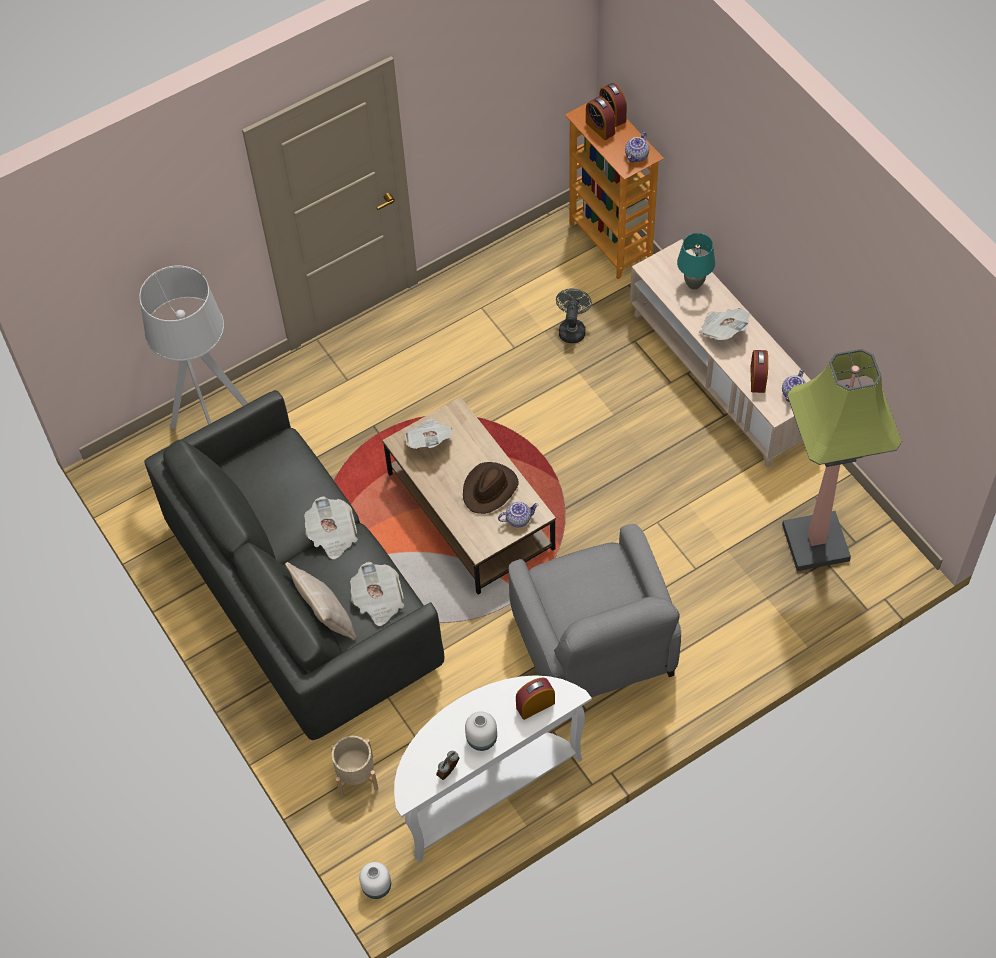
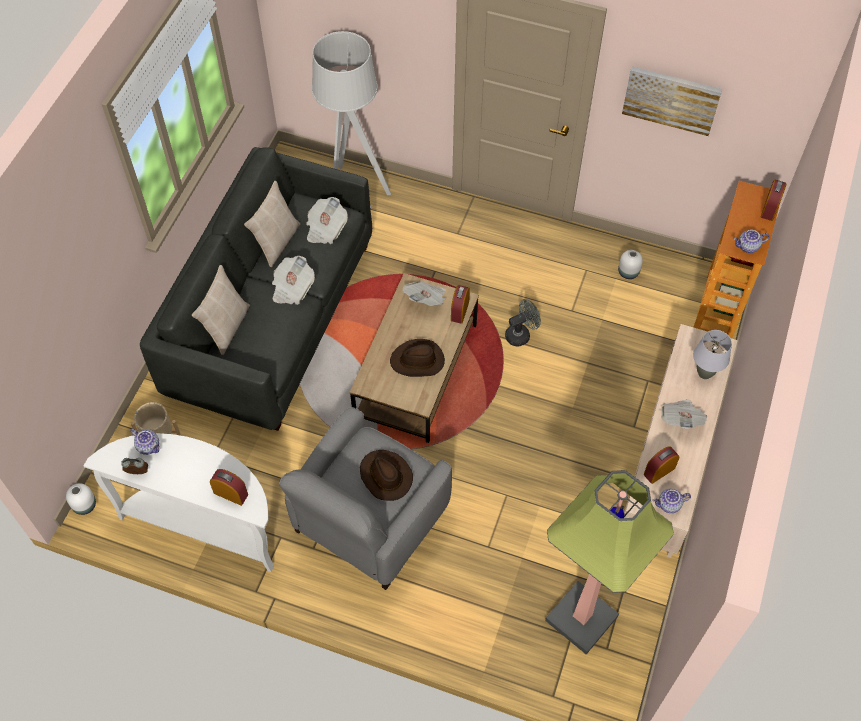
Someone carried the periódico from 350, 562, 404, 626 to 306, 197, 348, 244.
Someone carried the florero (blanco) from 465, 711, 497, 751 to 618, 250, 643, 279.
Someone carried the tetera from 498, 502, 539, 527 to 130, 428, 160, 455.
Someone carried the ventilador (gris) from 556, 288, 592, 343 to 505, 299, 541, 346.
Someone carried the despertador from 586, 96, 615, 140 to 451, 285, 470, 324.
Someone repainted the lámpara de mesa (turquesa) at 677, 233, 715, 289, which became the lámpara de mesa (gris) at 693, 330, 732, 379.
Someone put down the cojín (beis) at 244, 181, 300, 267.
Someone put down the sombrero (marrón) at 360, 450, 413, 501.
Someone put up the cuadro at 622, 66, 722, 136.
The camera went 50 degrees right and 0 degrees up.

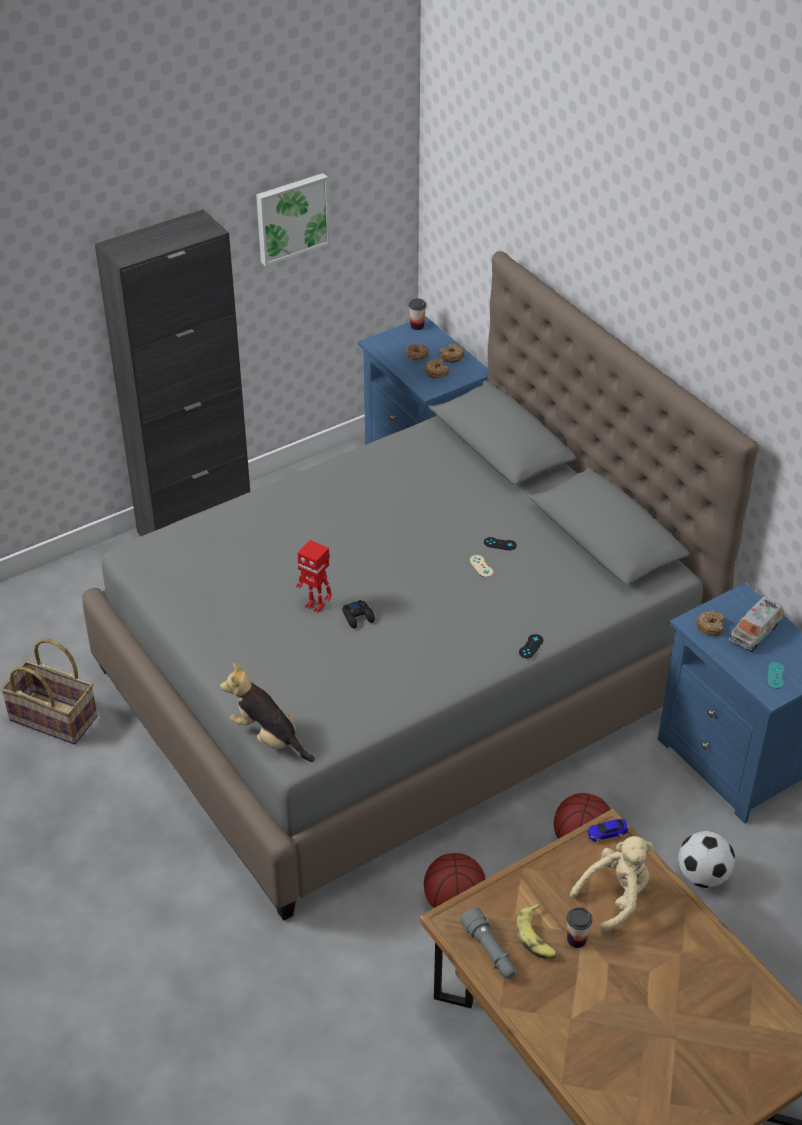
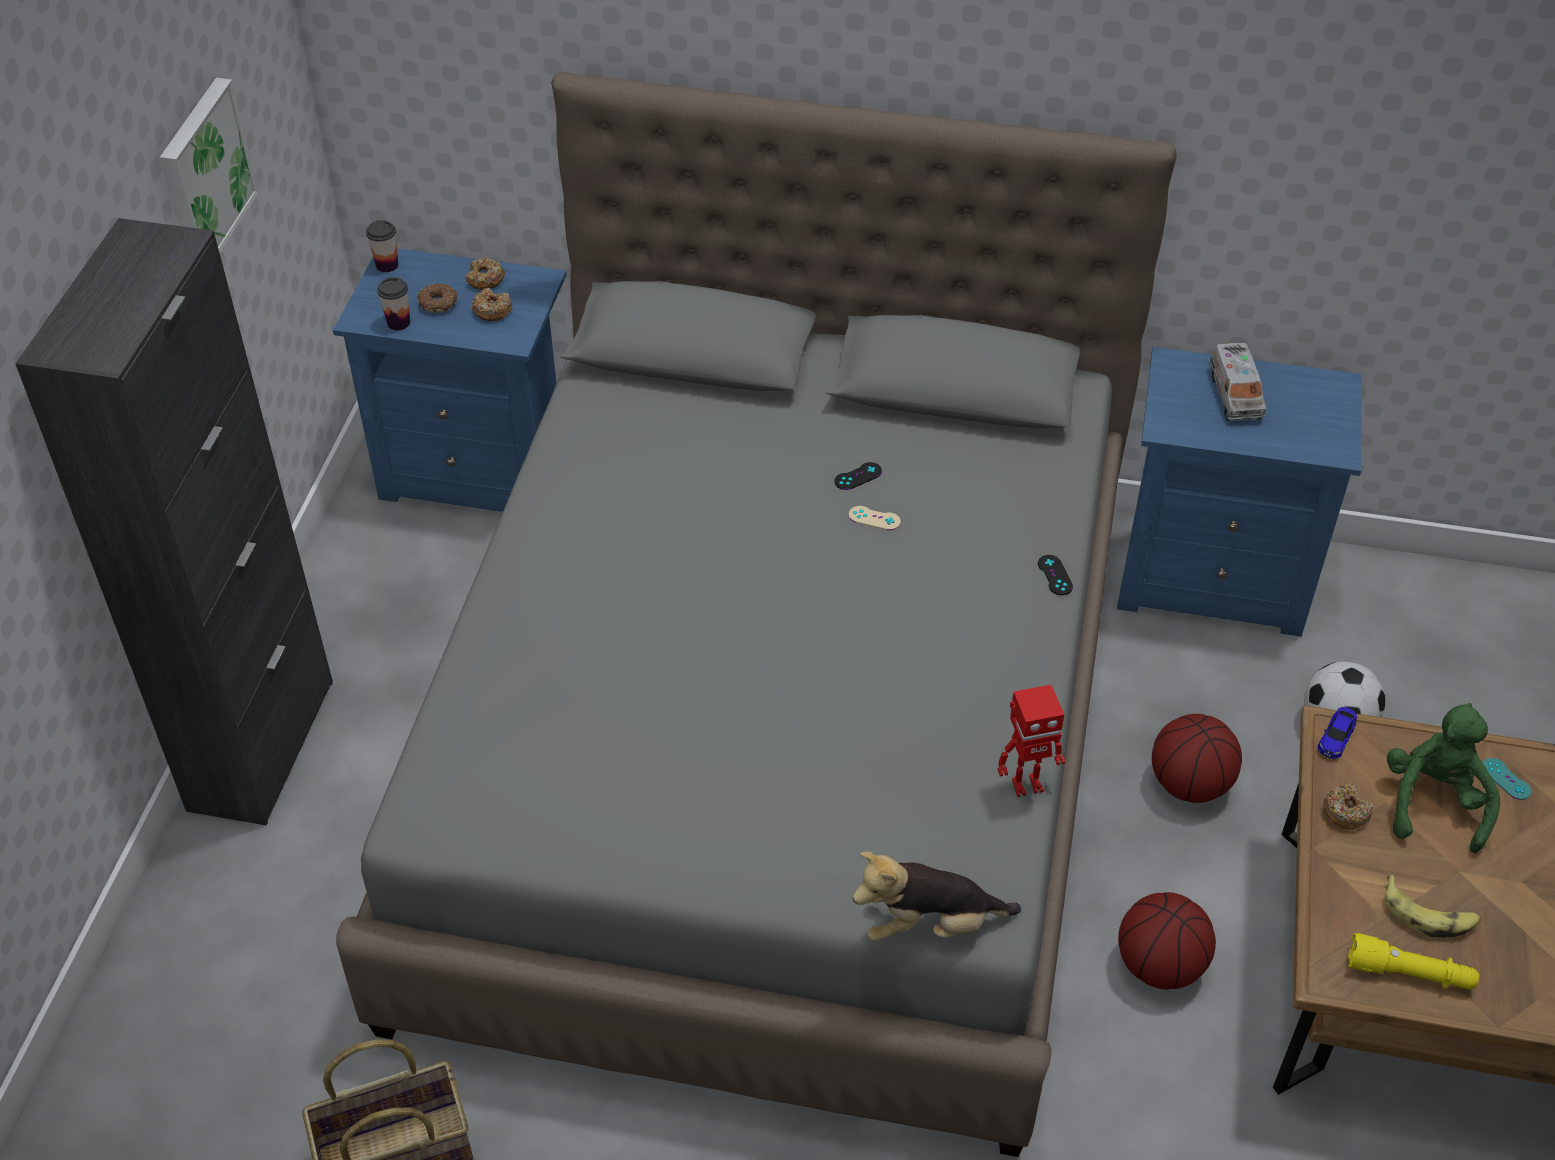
Someone carried the robot de juguete from 296, 540, 332, 613 to 998, 685, 1065, 797.
Someone took away the mando de consola (negro) at 342, 600, 375, 629.
Someone repainted the linterna (gris) at 460, 907, 516, 979, which became the linterna (amarillo) at 1348, 933, 1479, 989.
Someone carried the taza from 567, 907, 592, 948 to 377, 277, 410, 330.
Someone repainted the peluche (beis) at 570, 836, 653, 933, which became the peluche (verde) at 1387, 703, 1500, 853.
Someone carried the rosquilla from 696, 611, 725, 636 to 1323, 784, 1373, 830.
Someone carried the mando de consola (turquesa) from 768, 662, 784, 689 to 1483, 758, 1532, 800.
The camera went 45 degrees left and 5 degrees up.

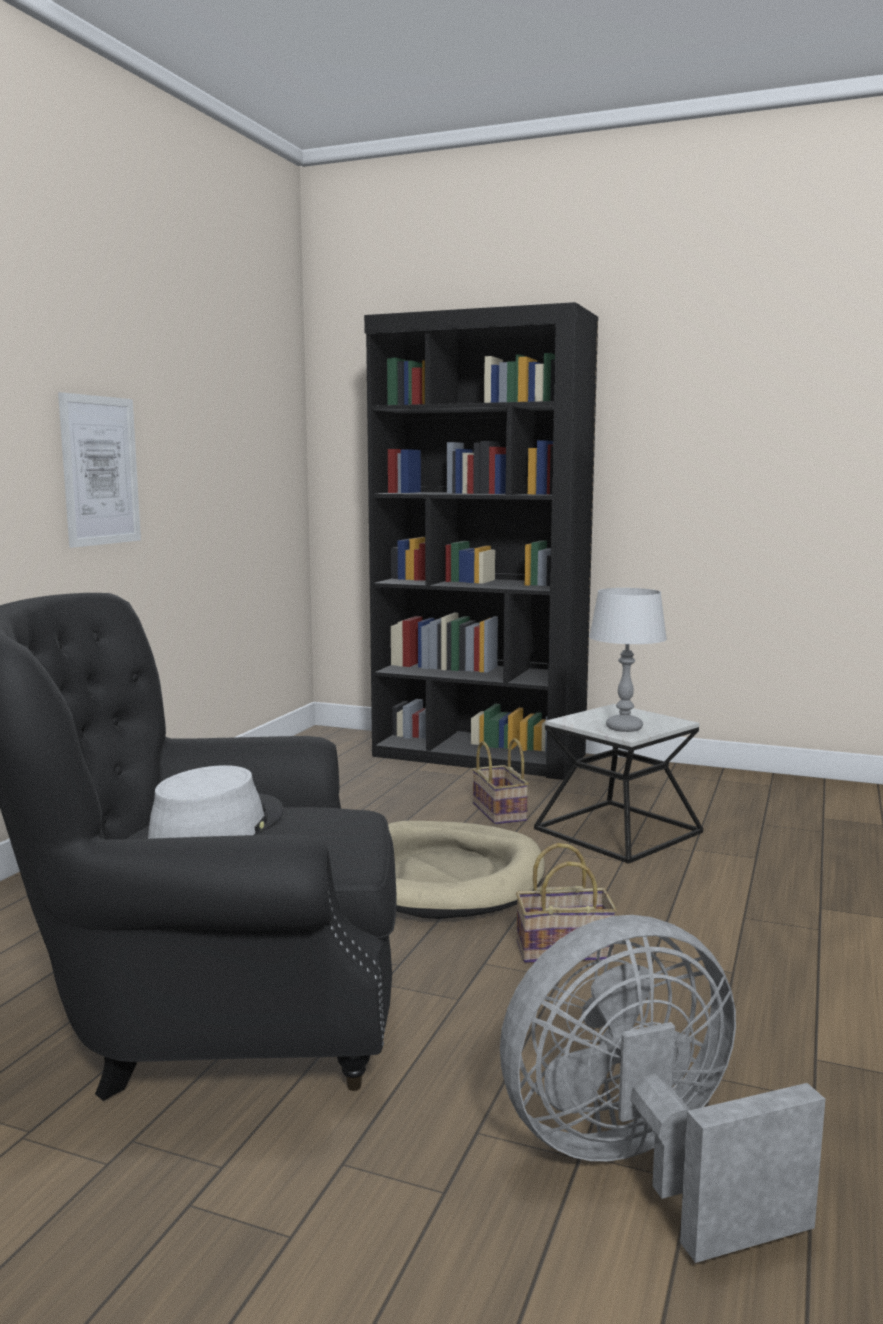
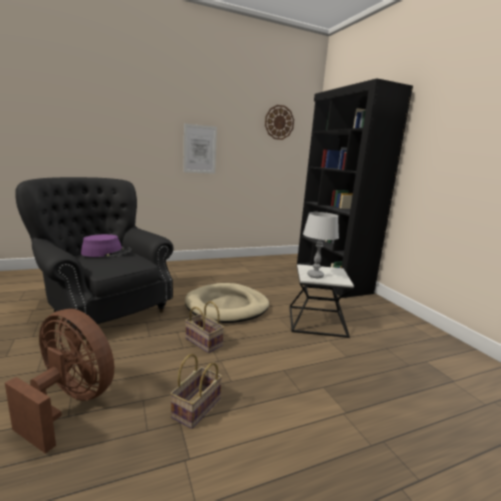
Someone repainted the sombrero (gris) at 148, 765, 283, 839, which became the sombrero (morado) at 81, 234, 132, 257.
Someone carried the cesta from 472, 738, 529, 824 to 170, 354, 222, 429.
Someone repainted the ventilador (gris) at 500, 915, 825, 1263, which became the ventilador (marrón) at 5, 309, 114, 454.
Someone put up the reloj de pared at 265, 105, 294, 140.
The camera went 45 degrees right and 5 degrees up.

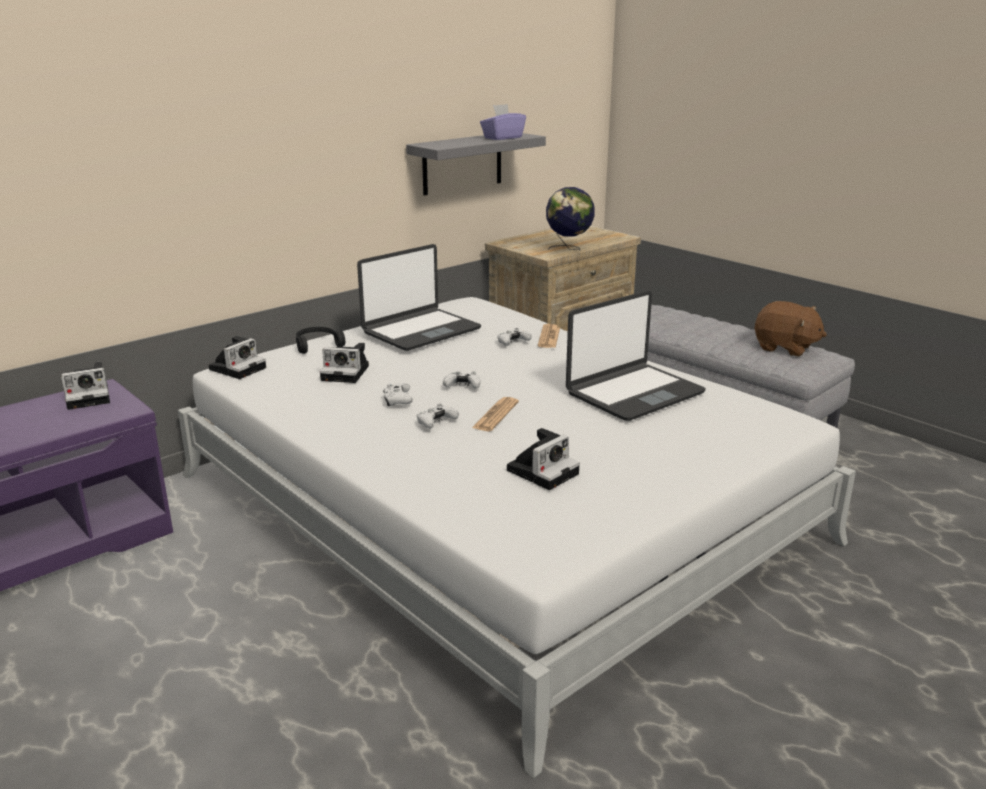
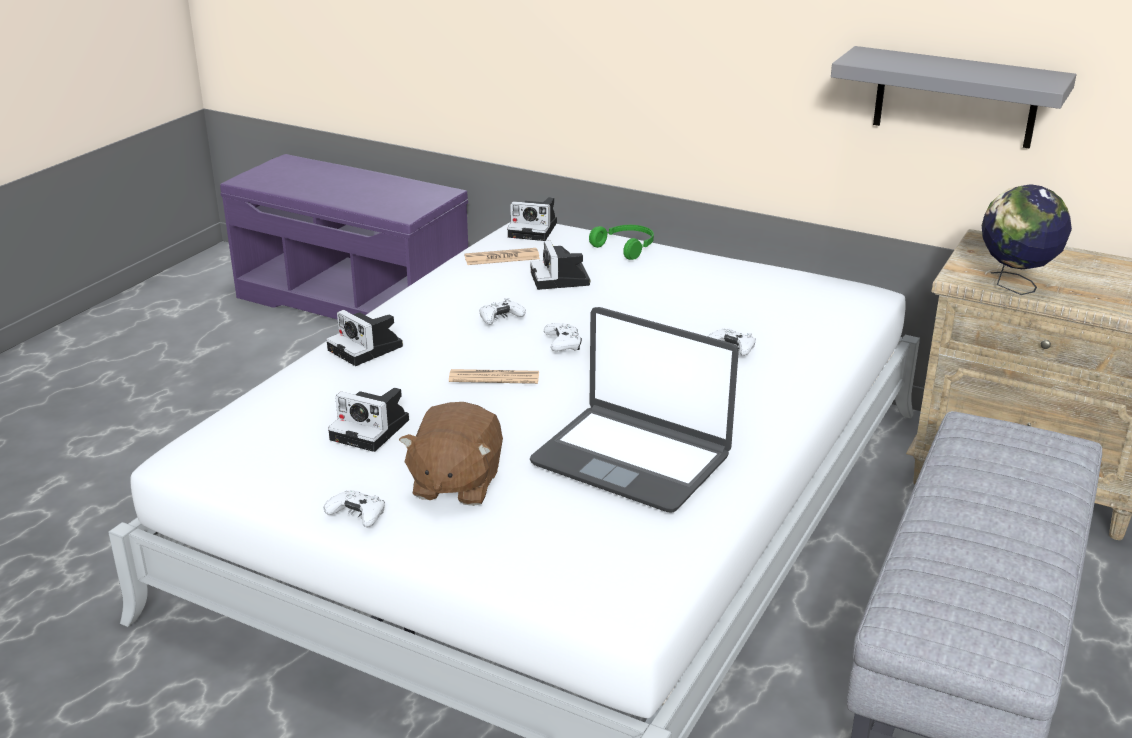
Someone carried the cámara from 61, 361, 110, 410 to 326, 310, 403, 366.
Someone repainted the auriculares (negro) at 296, 327, 345, 354, which became the auriculares (verde) at 589, 225, 654, 260.
Someone took away the portátil at 357, 244, 481, 351.
Someone carried the mando de consola (blanco) from 417, 403, 459, 428 to 324, 490, 385, 527.
Someone took away the caja de pañuelos (morado) at 480, 104, 526, 140.
Someone carried the periódico from 538, 324, 560, 348 to 464, 248, 540, 265.
Someone carried the peluche (marrón) from 755, 301, 827, 357 to 399, 402, 503, 506.
The camera went 70 degrees right and 5 degrees up.

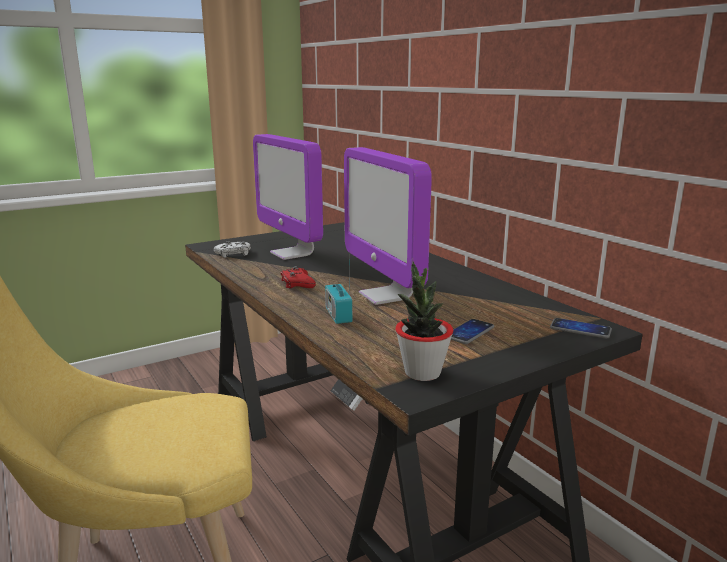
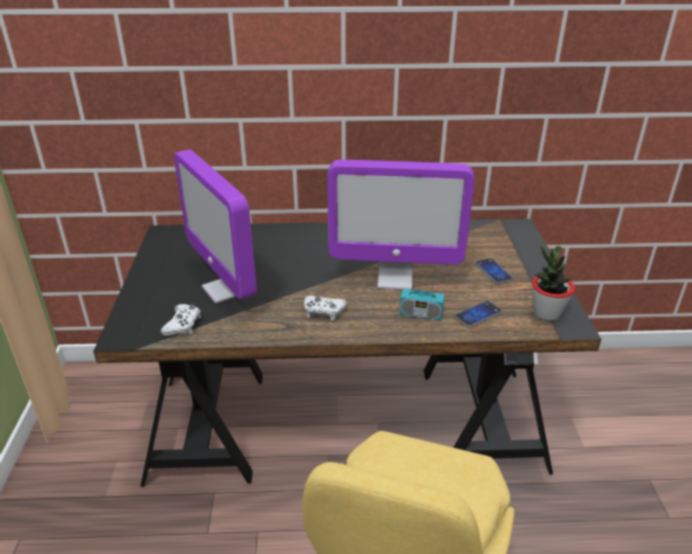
Someone rotated the monitor at 253, 134, 323, 260 by 60 degrees clockwise.
Someone repainted the mando de consola (rojo) at 281, 266, 316, 288, which became the mando de consola (blanco) at 304, 295, 347, 321.
Someone carried the móvil from 550, 318, 612, 338 to 454, 301, 502, 328.
The camera went 60 degrees left and 15 degrees up.

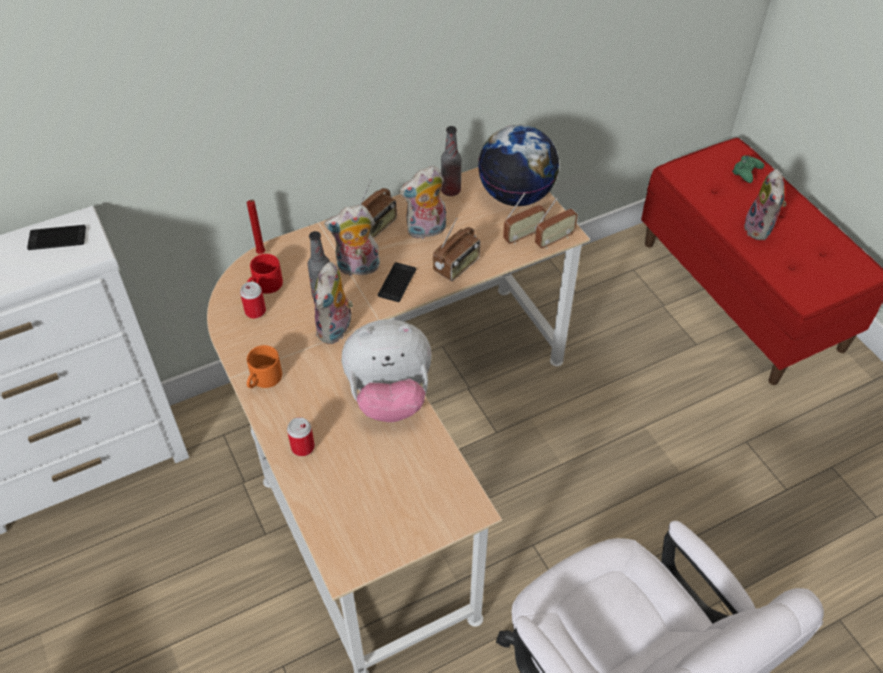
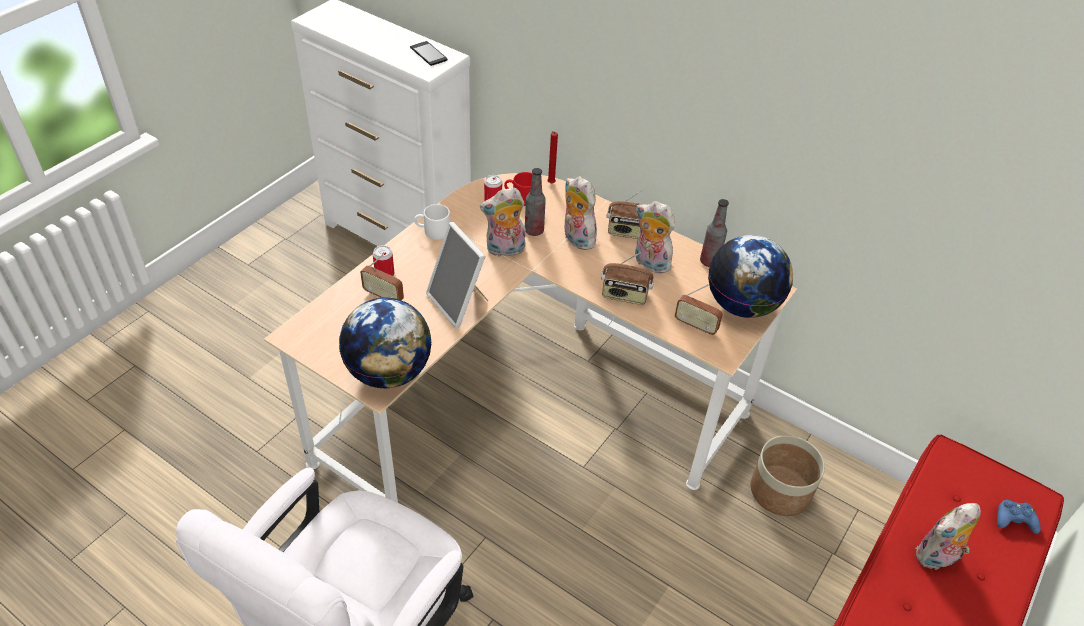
Someone repainted the taza grande (naranja) at 247, 345, 282, 388, which became the taza grande (blanco) at 414, 204, 450, 240.
Someone swapped the peluche at 342, 319, 431, 422 for the portarretratos at 426, 222, 488, 328.
Someone took away the móvil at 378, 262, 416, 302.
Someone carried the radio from 535, 197, 578, 249 to 360, 254, 404, 301.
Someone repainted the mando de consola (verde) at 732, 155, 764, 183, which became the mando de consola (azul) at 997, 500, 1041, 534.
Someone put down the globo terráqueo at 339, 297, 432, 388.
Someone put down the maceta at 751, 435, 825, 516.
The camera went 60 degrees right and 5 degrees down.

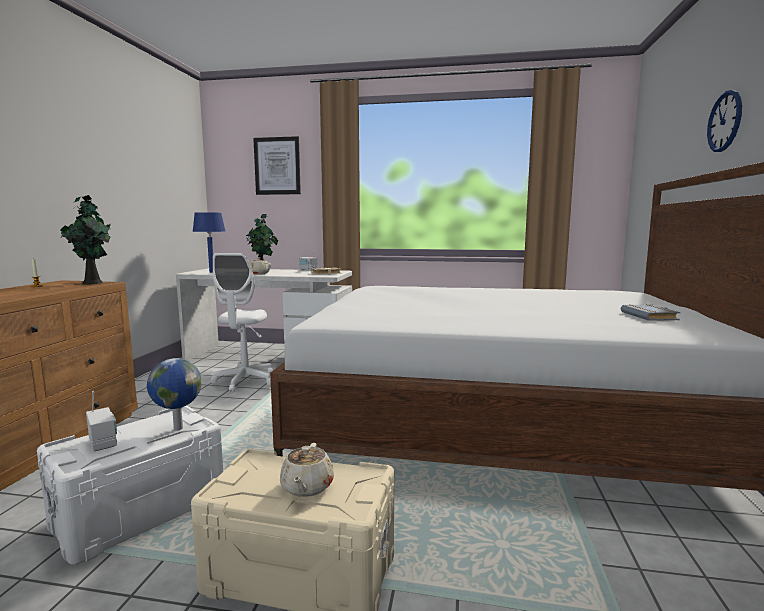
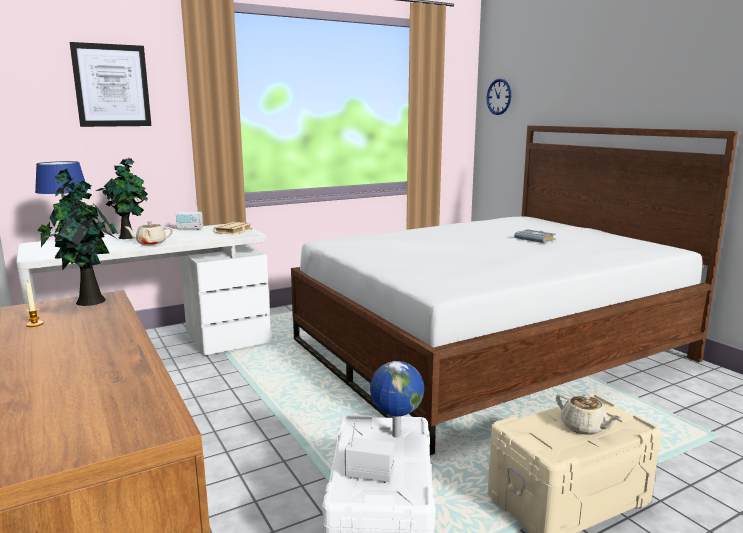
Someone took away the silla de oficina (blanco) at 211, 253, 273, 392.
Someone carried the libro (gris) from 621, 304, 681, 321 to 514, 229, 556, 243.
Someone carried the reloj de pared from 707, 90, 742, 152 to 487, 79, 511, 115.
The camera went 40 degrees left and 5 degrees up.

